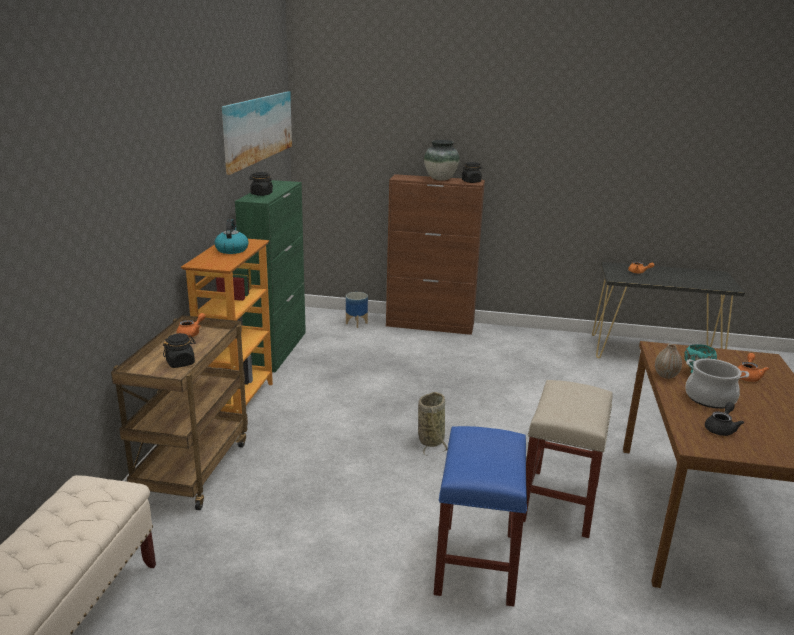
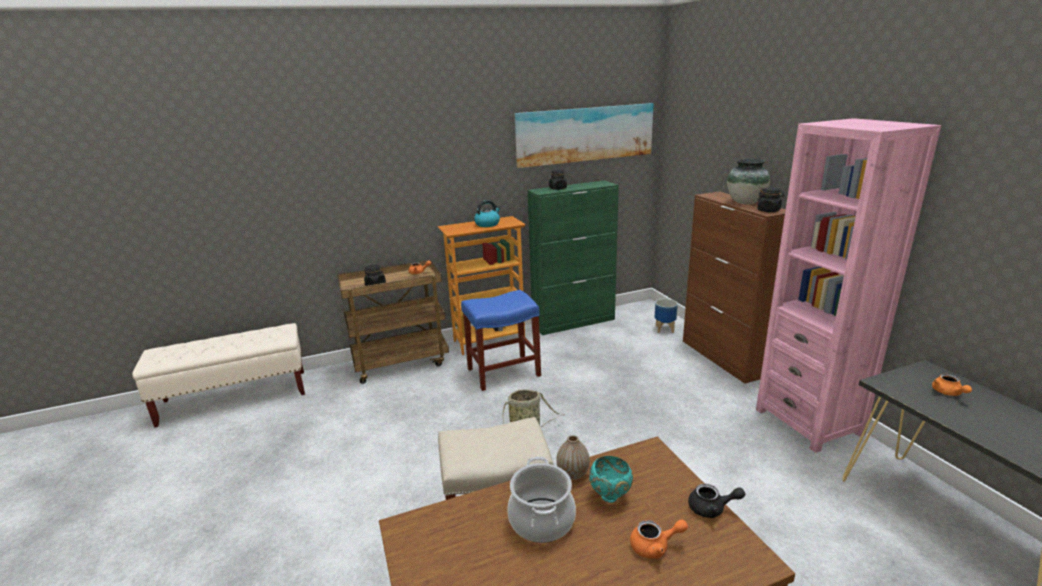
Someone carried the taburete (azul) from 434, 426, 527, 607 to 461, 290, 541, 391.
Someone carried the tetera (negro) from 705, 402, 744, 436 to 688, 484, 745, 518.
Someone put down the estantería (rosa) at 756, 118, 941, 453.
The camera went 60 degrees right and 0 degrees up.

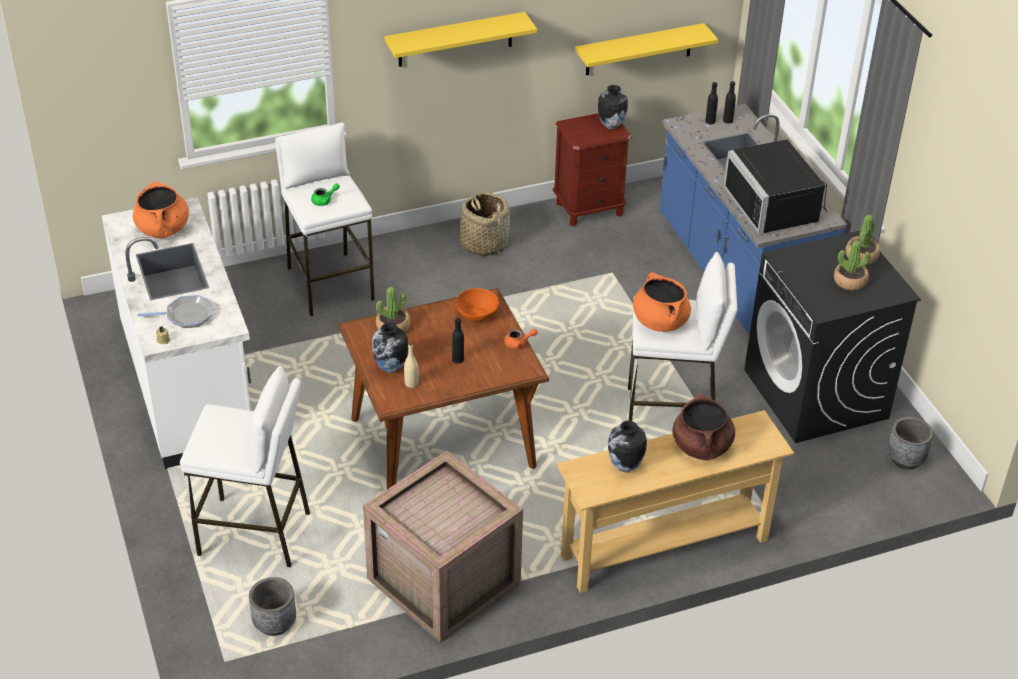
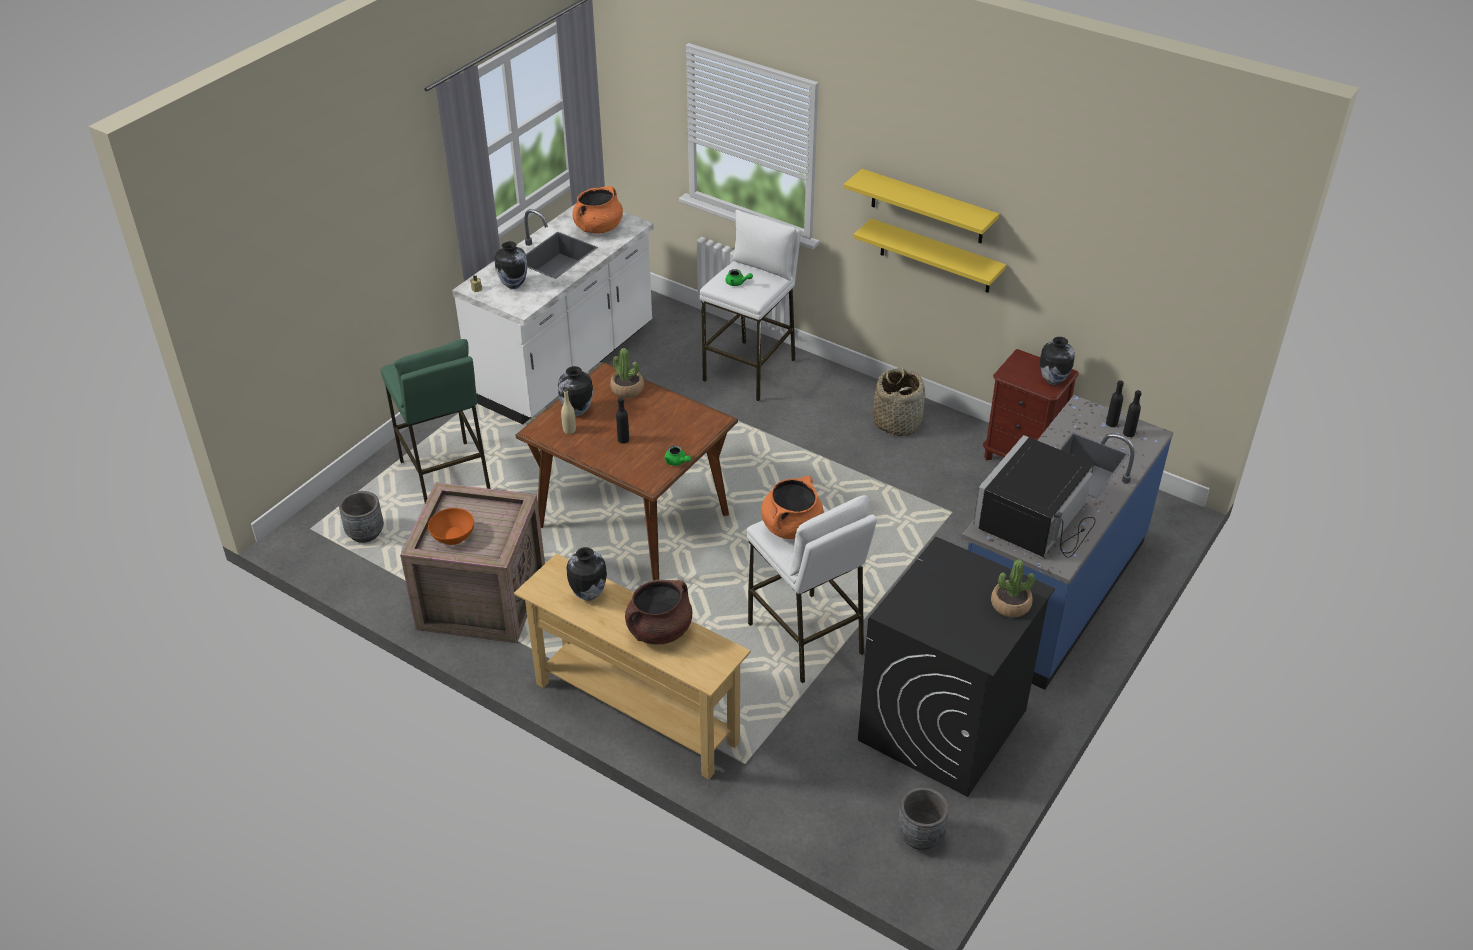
Someone swapped the sartén at 137, 295, 212, 328 for the florero at 494, 241, 528, 289.
Someone repainted the taburete (blanco) at 180, 366, 310, 567, which became the taburete (verde) at 380, 339, 491, 503.
Someone carried the cuenco (naranja) from 456, 288, 499, 323 to 428, 508, 474, 545.
Someone repainted the tetera (naranja) at 504, 329, 538, 349, which became the tetera (verde) at 664, 445, 691, 466.
Someone carried the estante (amarillo) from 575, 23, 718, 75 to 853, 218, 1006, 293.
Someone took away the planta en maceta at 834, 240, 871, 291.
The camera went 55 degrees right and 0 degrees up.

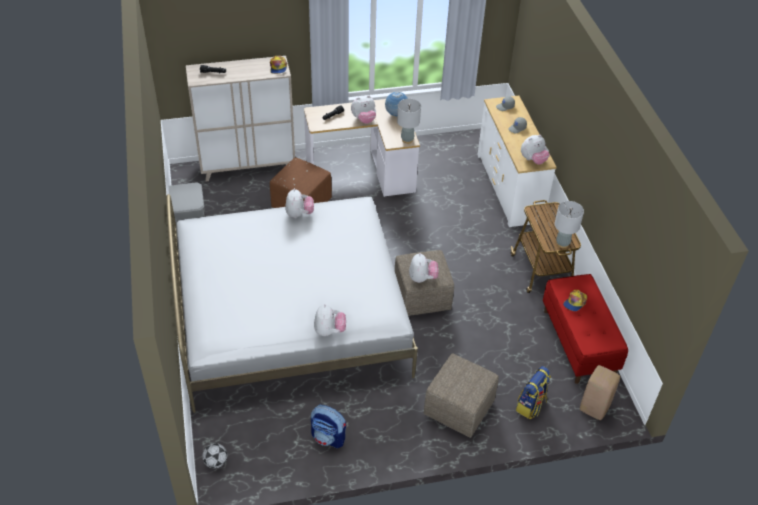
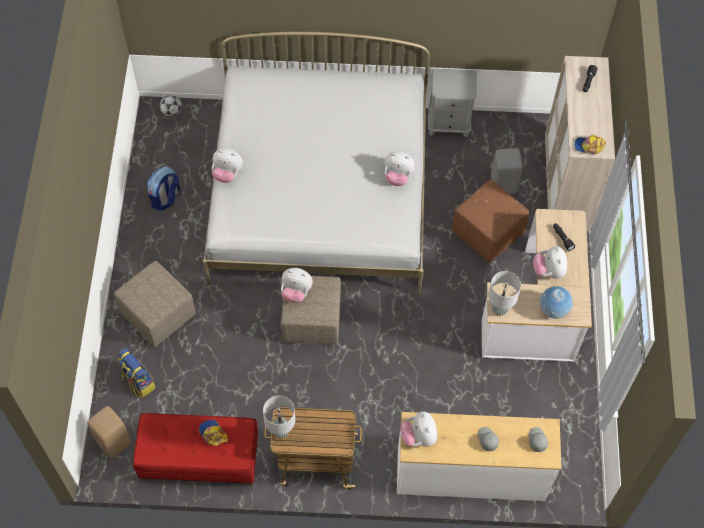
Someone put down the taburete (gris) at 491, 148, 523, 194.
The camera went 105 degrees right and 15 degrees up.

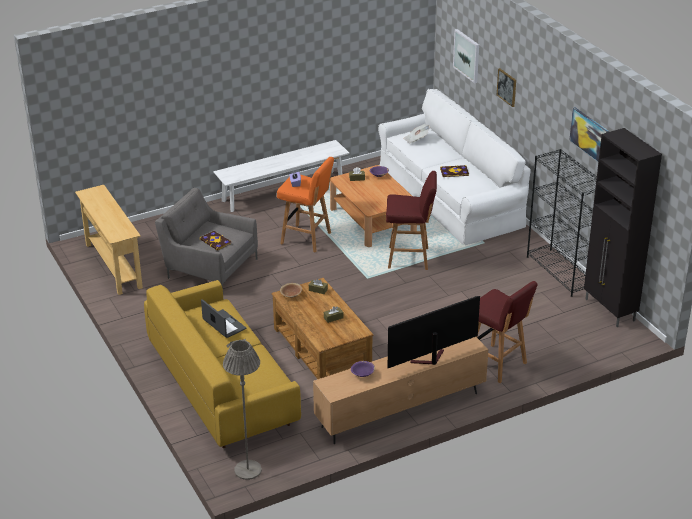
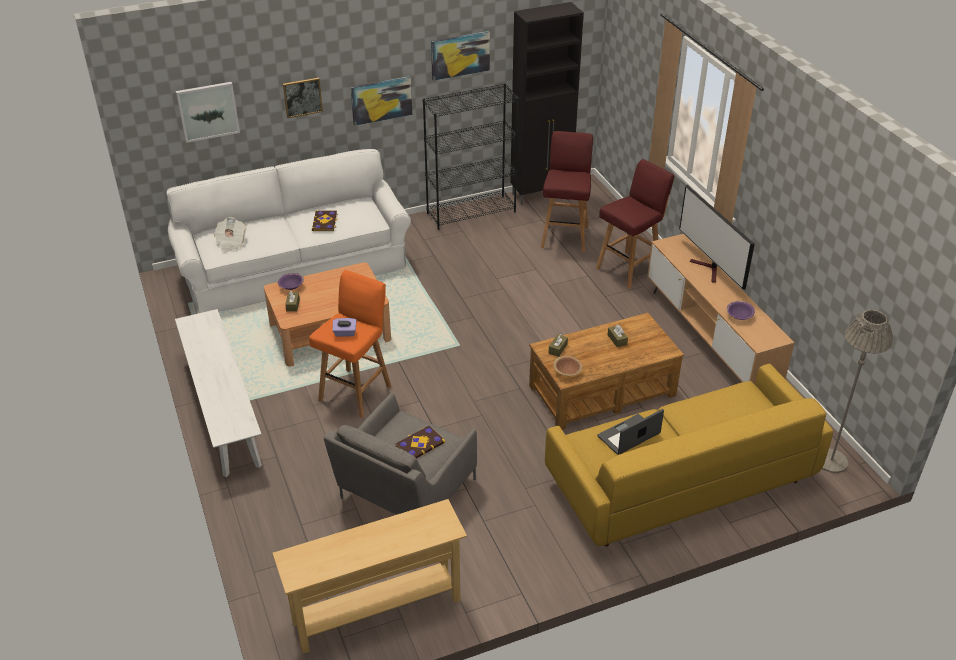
Someone carried the taburete (rojo) from 386, 171, 437, 270 to 541, 131, 593, 252.
Someone put up the cuadro at 350, 76, 412, 126.
The camera went 85 degrees left and 5 degrees up.

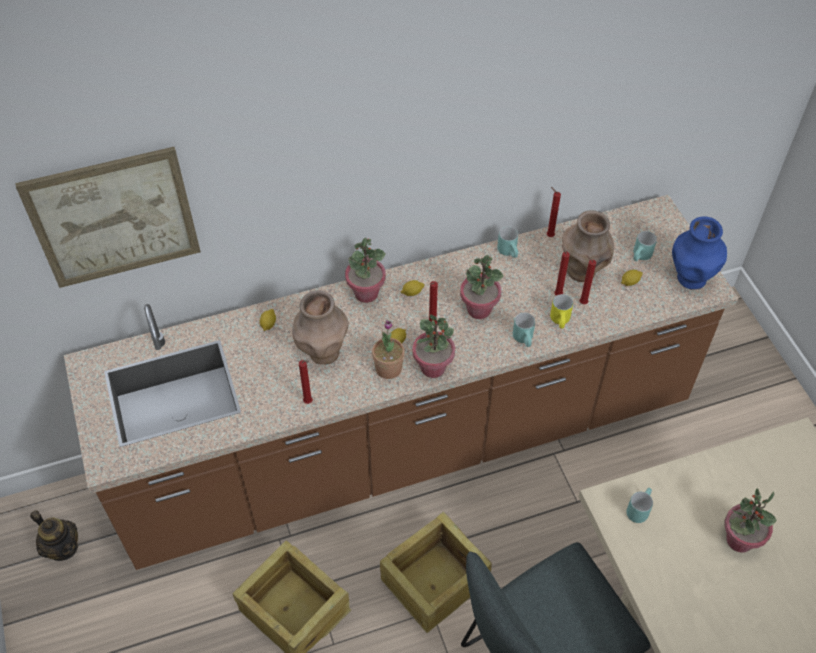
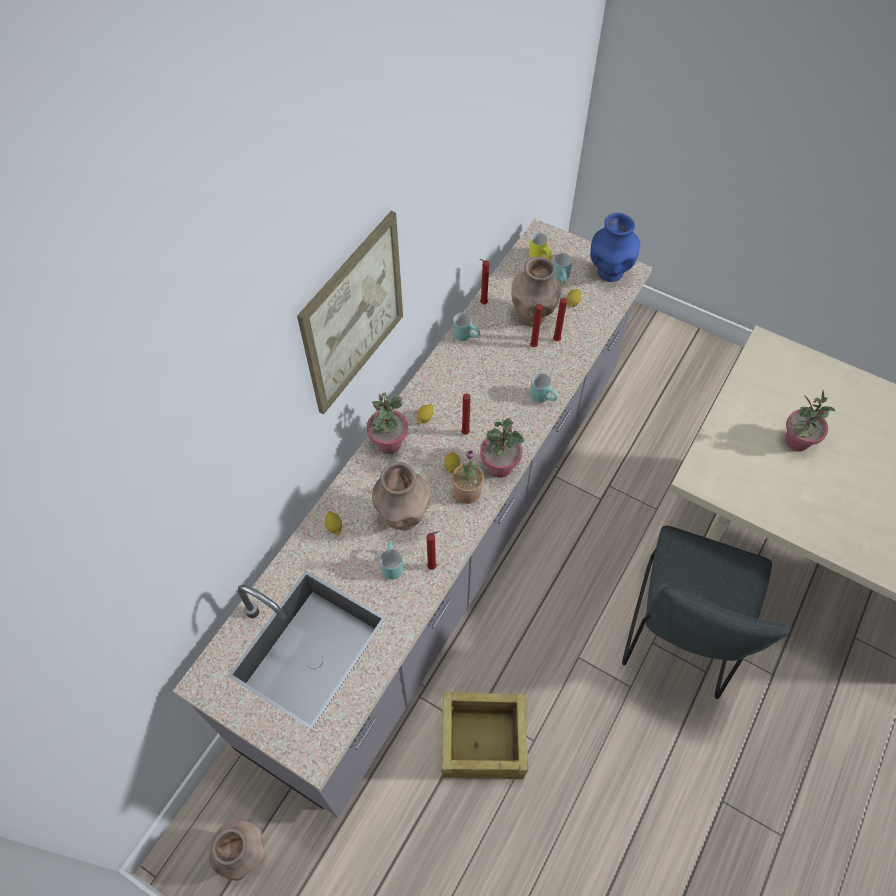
Someone carried the cuadro from 15, 147, 201, 288 to 297, 211, 403, 415.
Someone swapped the tetera at 30, 510, 78, 561 for the florero (marrón) at 209, 819, 265, 880.
Someone repainted the mueble bajo de cocina (marrón) at 64, 195, 739, 570, which became the mueble bajo de cocina (gris) at 173, 219, 652, 818.
Someone took away the caja de embalaje at 380, 512, 492, 633.
Someone took away the planta en maceta at 460, 255, 503, 319.
Someone carried the taza grande (amarillo) from 550, 294, 573, 329 to 529, 233, 552, 260.
Someone carried the taza grande (turquesa) from 626, 488, 653, 523 to 380, 542, 403, 580.
The camera went 40 degrees left and 5 degrees up.

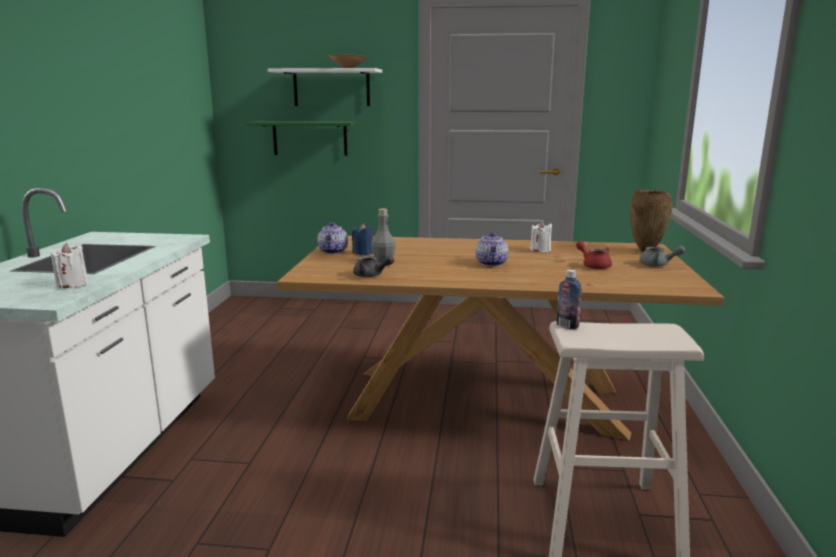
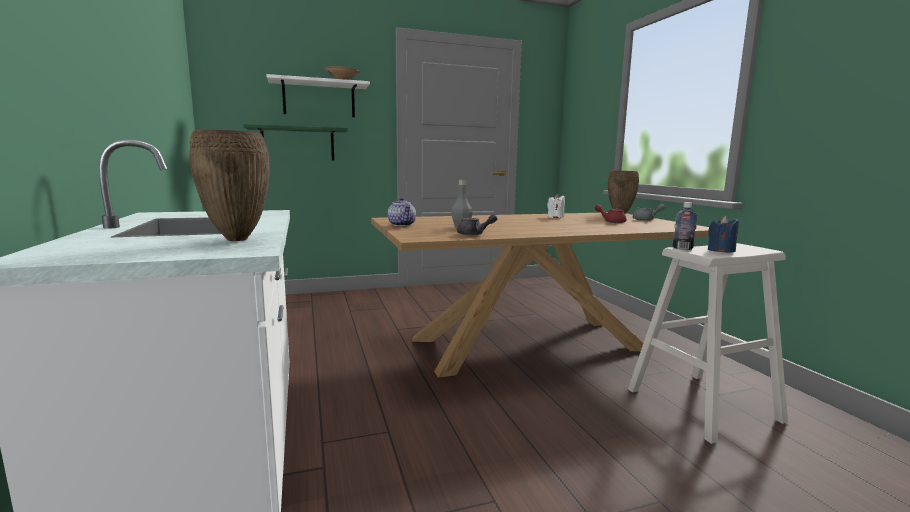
Someone swapped the vela (blanco) at 51, 243, 89, 289 for the florero (marrón) at 189, 130, 270, 241.
Someone carried the vela (azul) from 352, 223, 373, 255 to 708, 216, 739, 253.
Someone took away the tetera at 475, 232, 508, 267.
The camera went 25 degrees left and 5 degrees down.

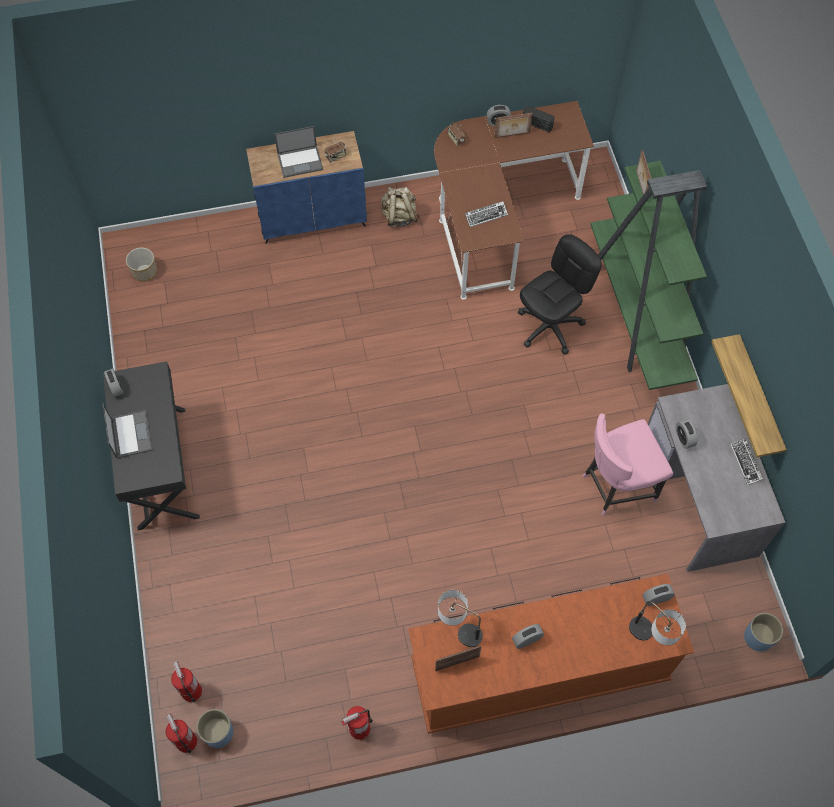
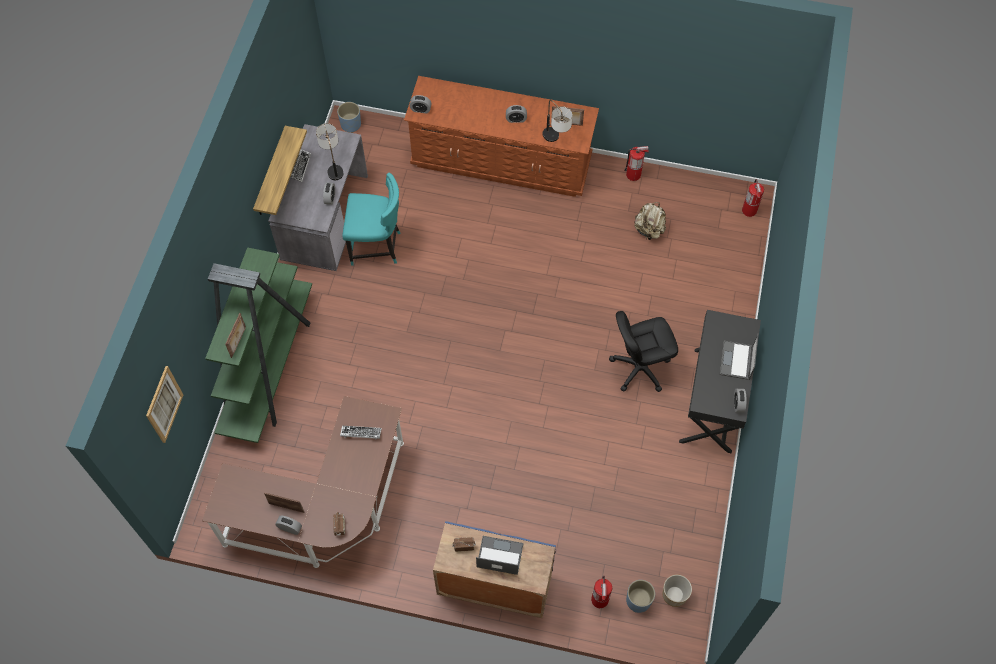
Someone carried the extintor from 171, 661, 202, 702 to 591, 576, 612, 608.
Someone carried the maceta (azul) from 197, 709, 233, 748 to 626, 580, 655, 613.
Someone carried the mochila (beis) from 381, 186, 419, 228 to 634, 202, 666, 241.
Someone carried the silla de oficina (negro) from 518, 234, 602, 355 to 609, 311, 678, 392.
Someone took away the radio at 523, 106, 554, 132.
Someone repainted the silla (rosa) at 583, 414, 673, 515, which became the silla (turquesa) at 342, 173, 401, 266.
Someone carried the lámpara de mesa from 629, 601, 686, 645 to 316, 123, 343, 180.
Someone put up the cuadro at 146, 366, 183, 443.
The camera went 155 degrees left and 0 degrees up.

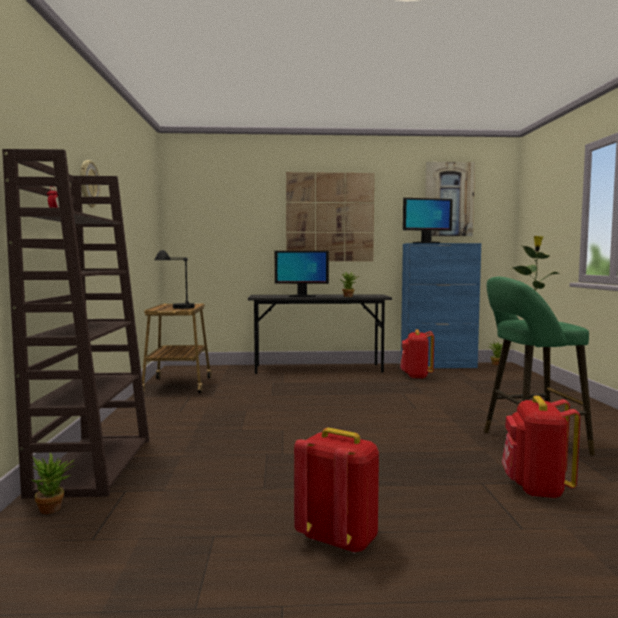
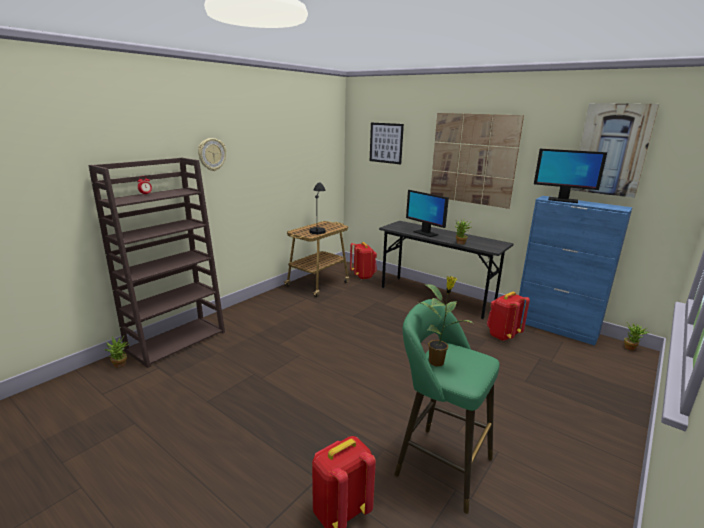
Someone carried the mochila (rojo) from 294, 428, 379, 554 to 350, 242, 377, 279.
Someone put up the cuadro at 370, 122, 404, 165.
The camera went 40 degrees right and 15 degrees up.

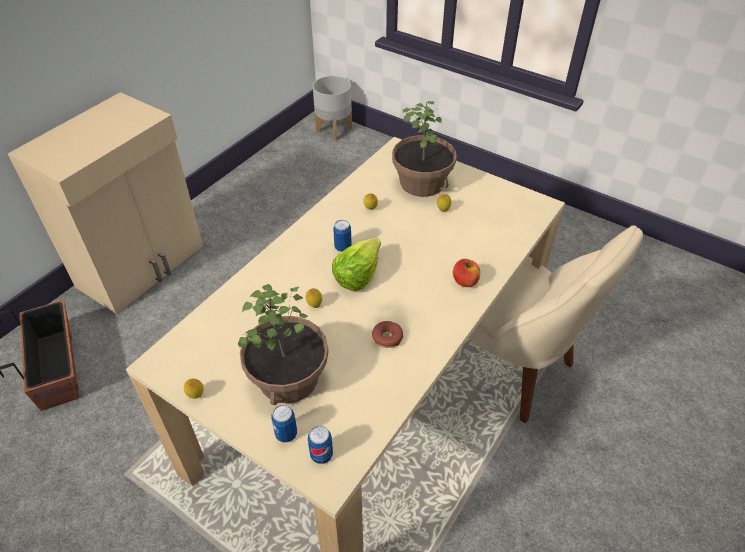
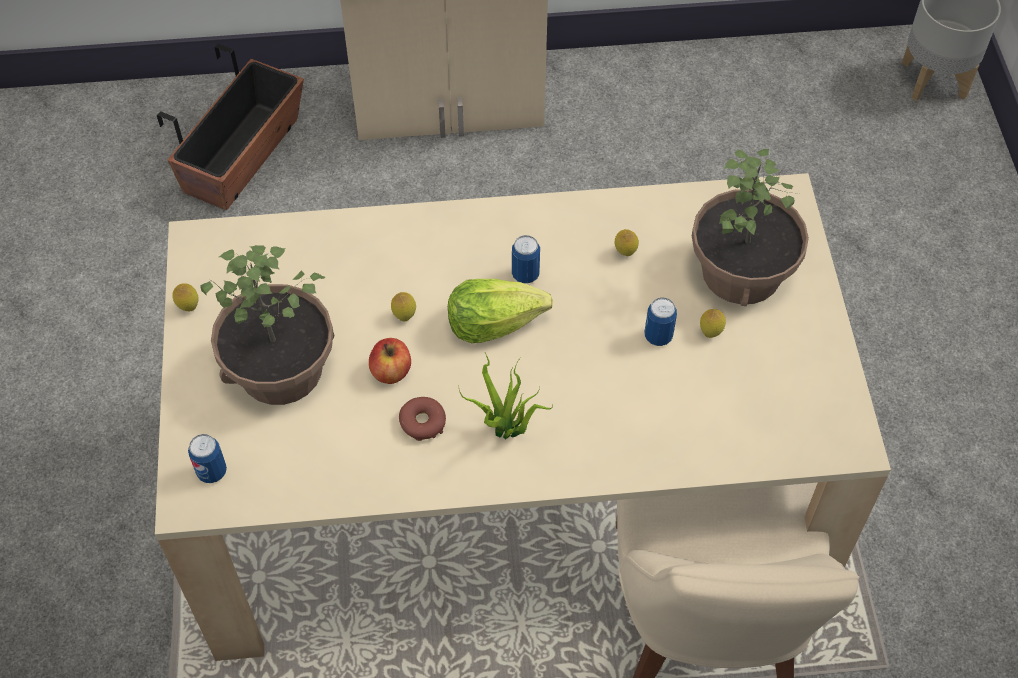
Someone carried the lata from 271, 405, 297, 442 to 645, 297, 677, 346.
Someone carried the manzana from 453, 259, 480, 287 to 369, 338, 411, 384.
Someone put down the planta en maceta at 458, 353, 553, 439.
The camera went 50 degrees right and 10 degrees up.

